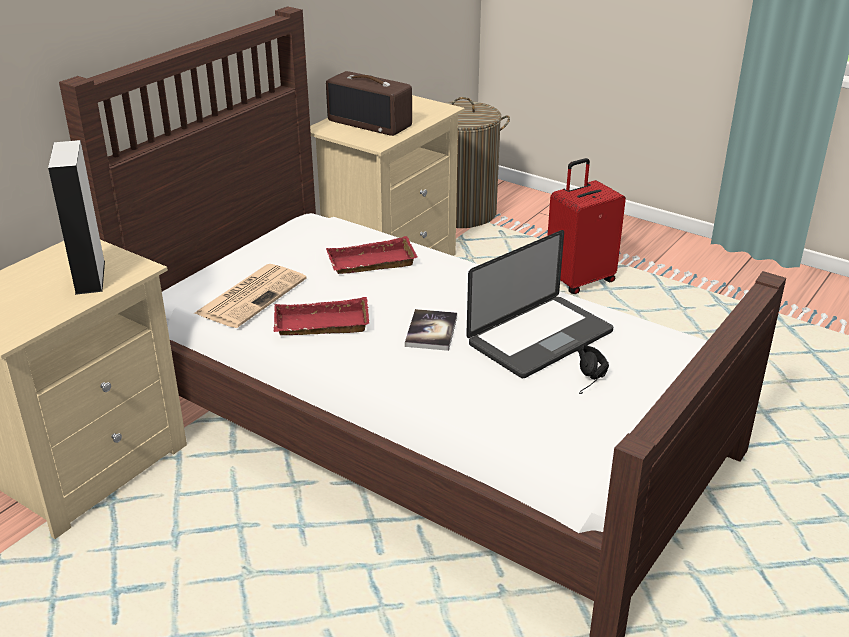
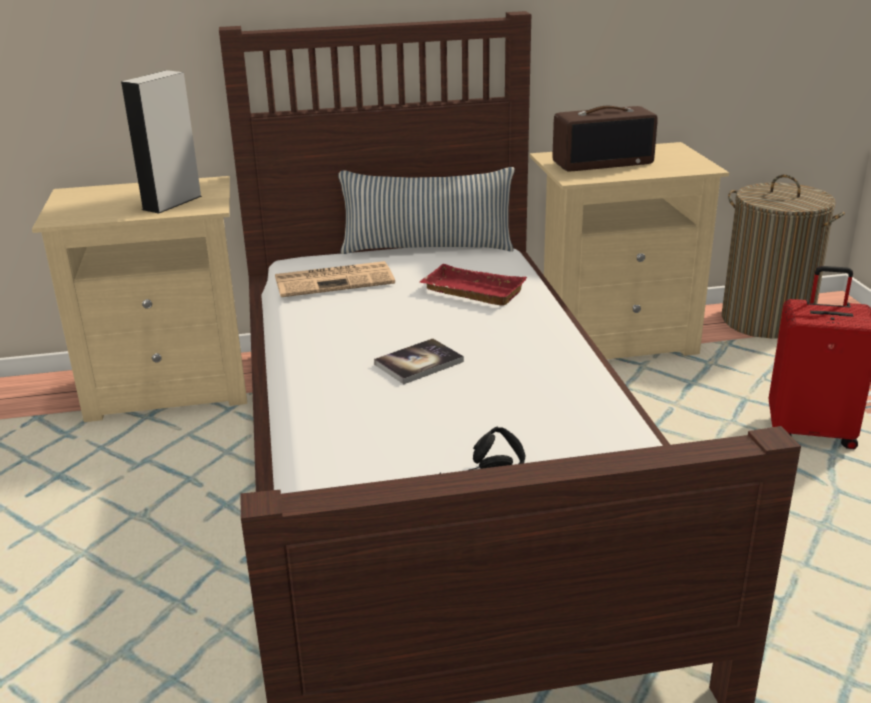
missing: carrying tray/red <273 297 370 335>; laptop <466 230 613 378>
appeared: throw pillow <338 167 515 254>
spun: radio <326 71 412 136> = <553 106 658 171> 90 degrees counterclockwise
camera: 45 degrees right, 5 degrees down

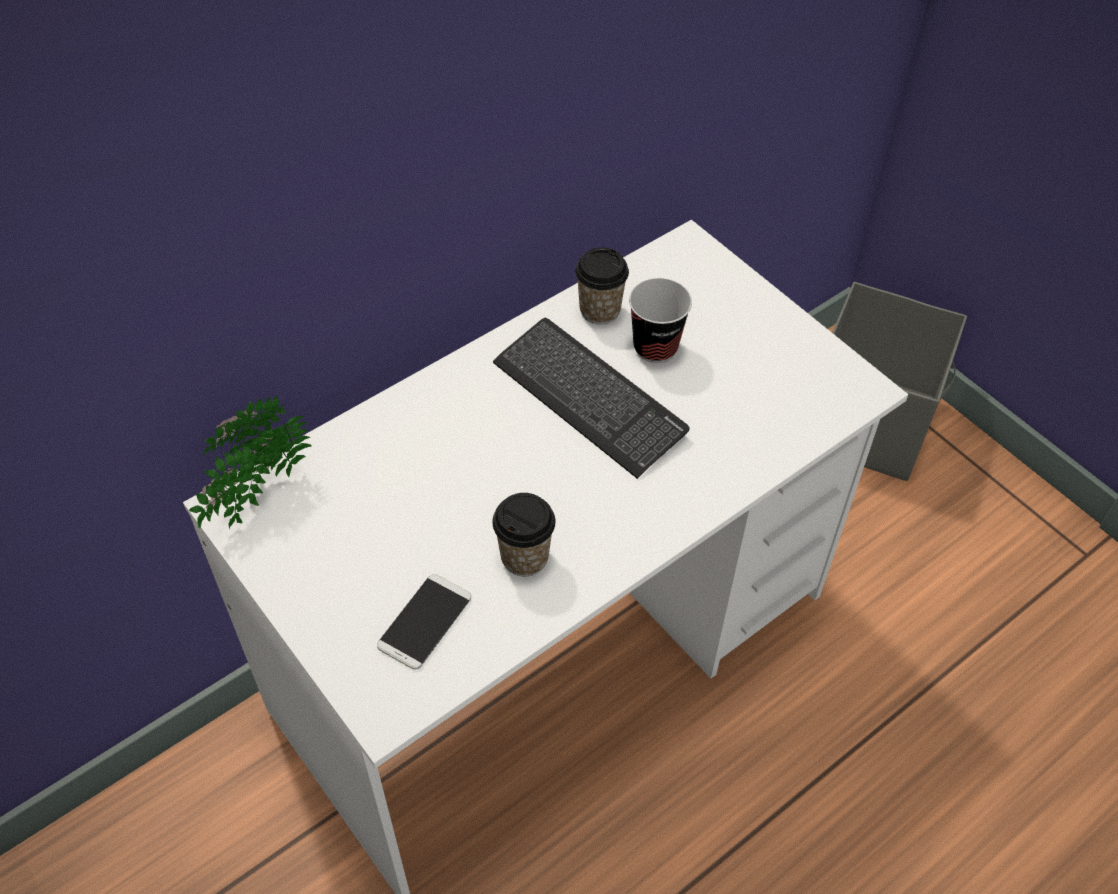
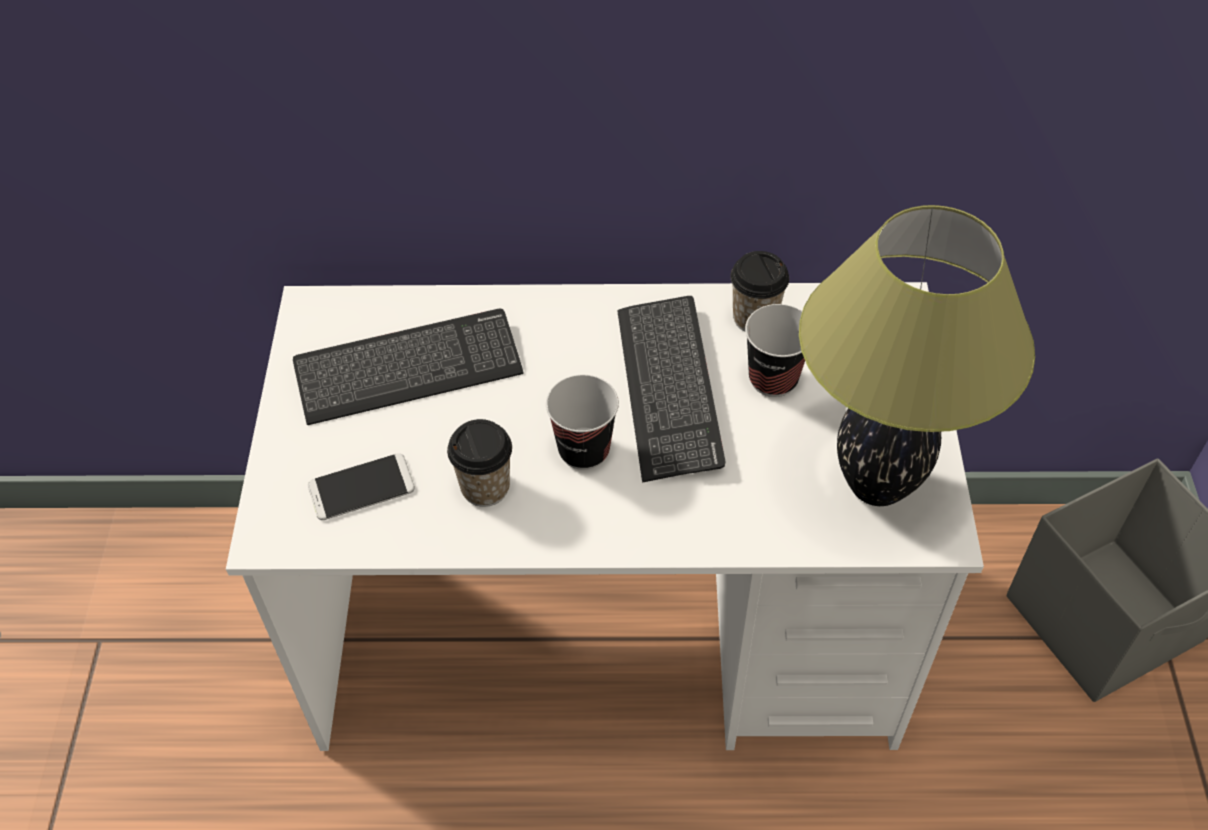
missing: plant in a pot <189 396 311 530>
appeared: computer keyboard <293 309 524 425>; cup <546 375 619 470>; table lamp <799 205 1035 506>
camera: 40 degrees right, 0 degrees up

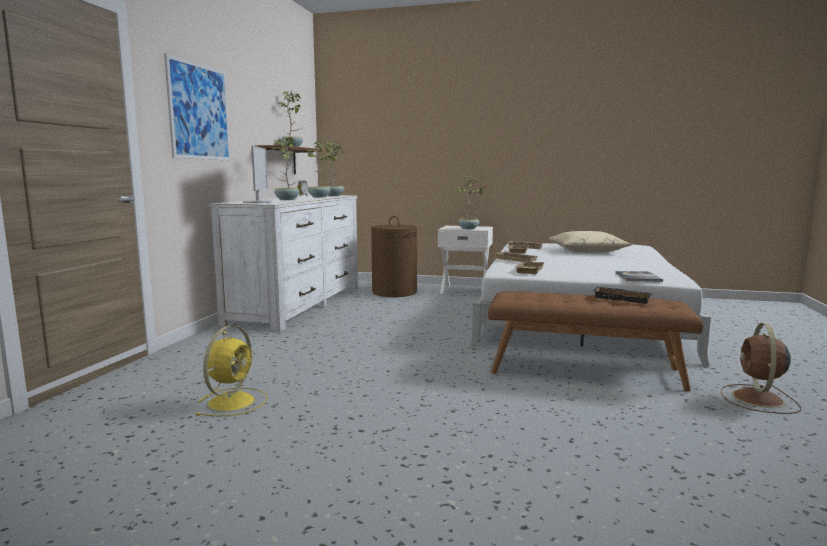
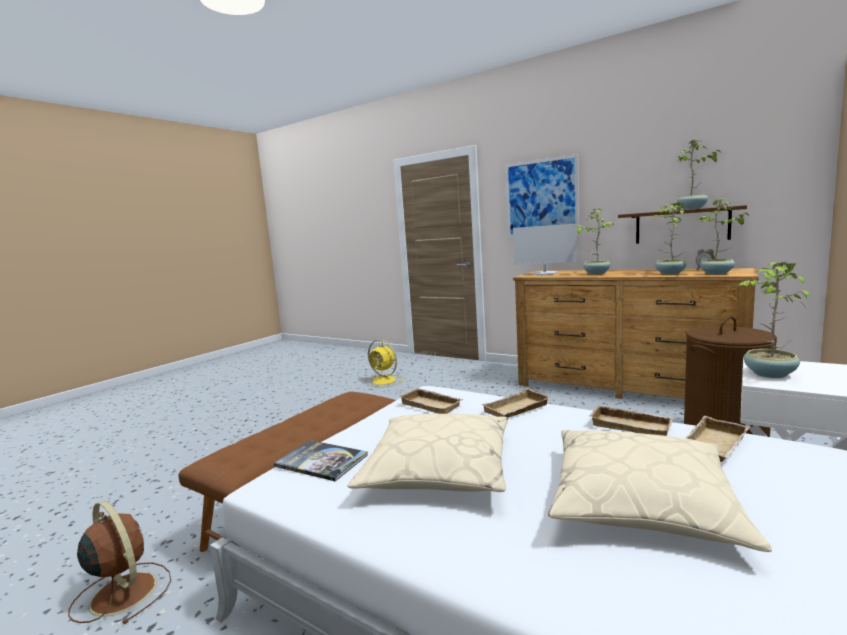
missing: carrying tray/black-coloured <594 286 652 304>
appeared: throw pillow/beige <348 414 508 492>
colour: drawer chest/whitish <208 195 358 332> to drawer chest/brown <513 268 759 399>
camera: 110 degrees right, 0 degrees up

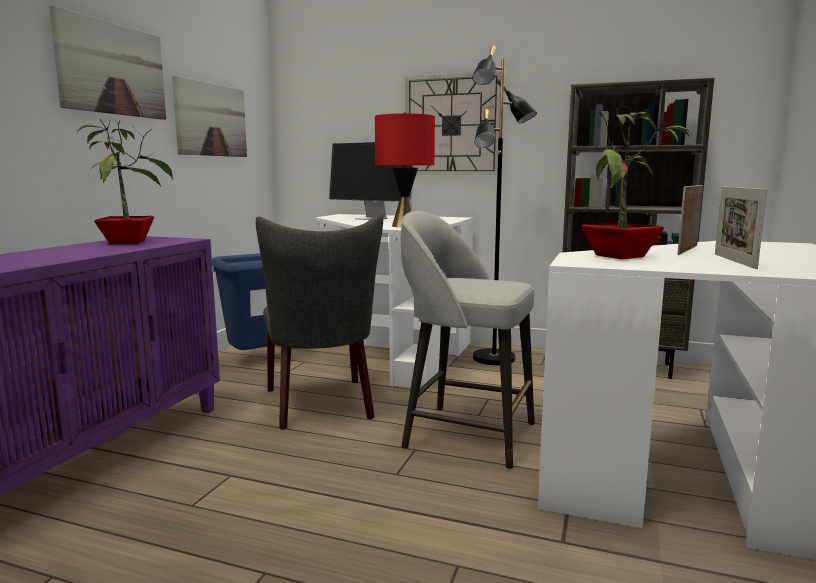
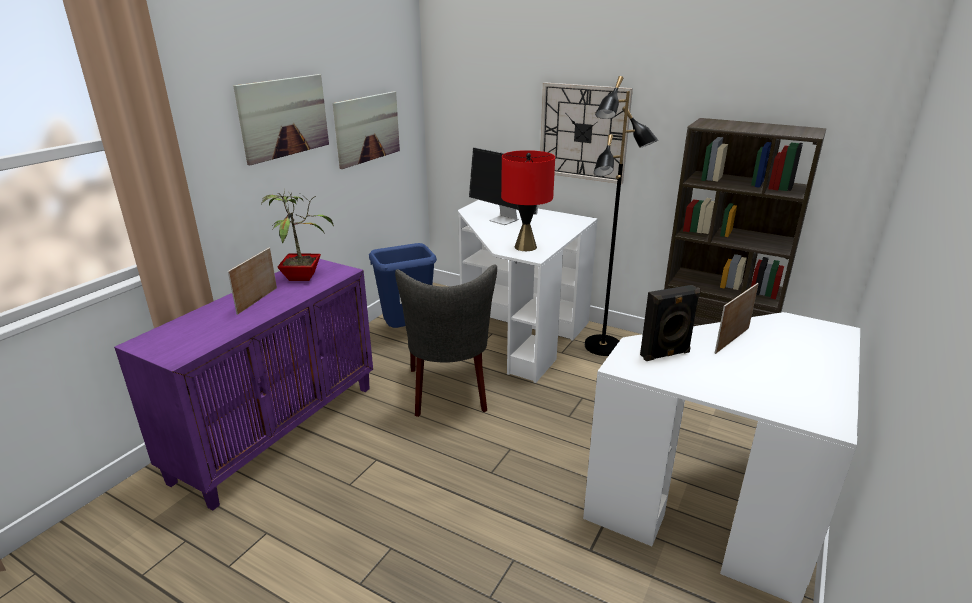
missing: stool seat/grey <400 211 535 469>
relocated: picture frame <715 186 767 269> to <228 247 277 315>
exchanged: plant in a pot <581 102 692 259> to audio speaker/black-coloured <640 285 701 361>
camera: 10 degrees right, 15 degrees up

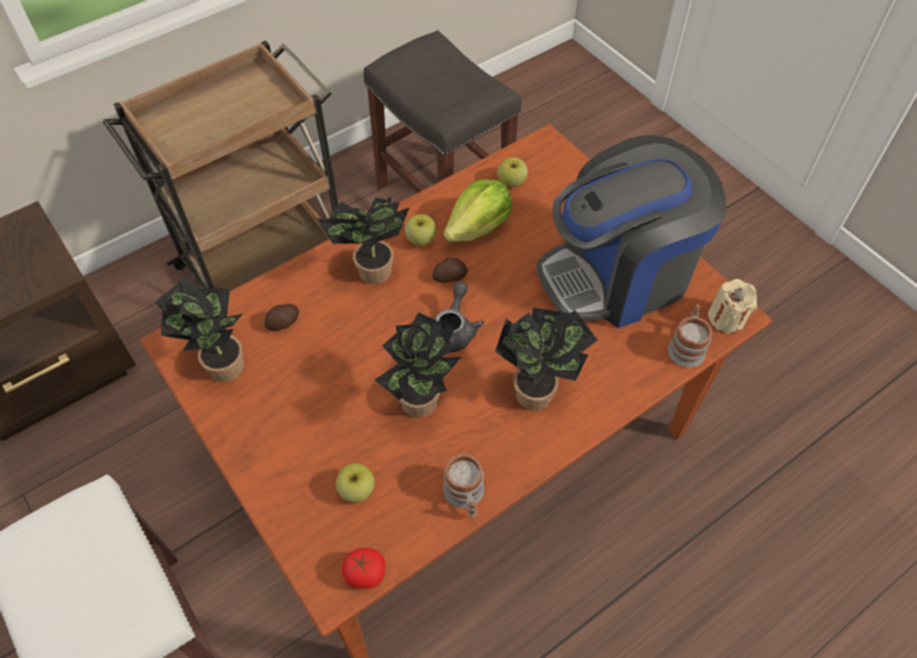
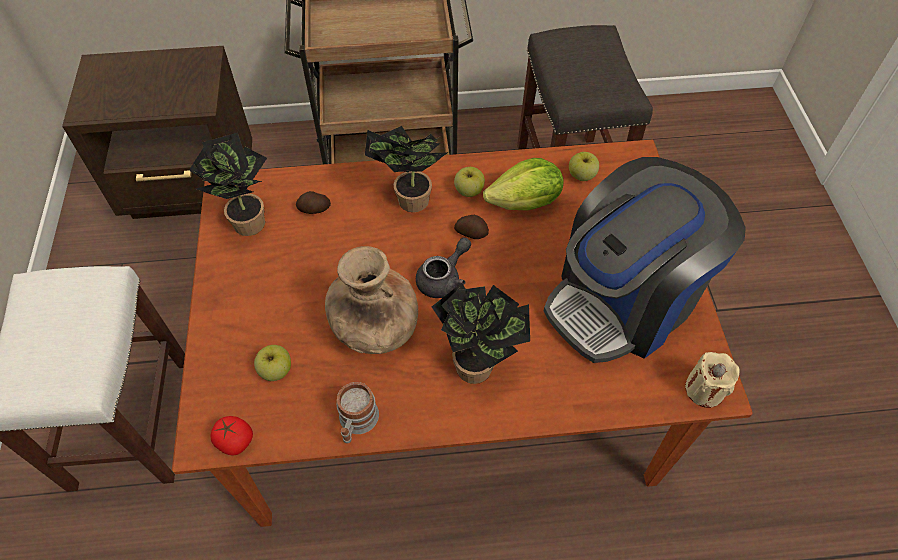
missing: tea mug <668 304 712 367>
exchanged: plant in a pot <375 312 461 418> to vase/brown <325 246 418 354>
spun: coffee machine <536 135 726 328> = <544 157 746 363> 45 degrees counterclockwise
camera: 30 degrees right, 0 degrees up

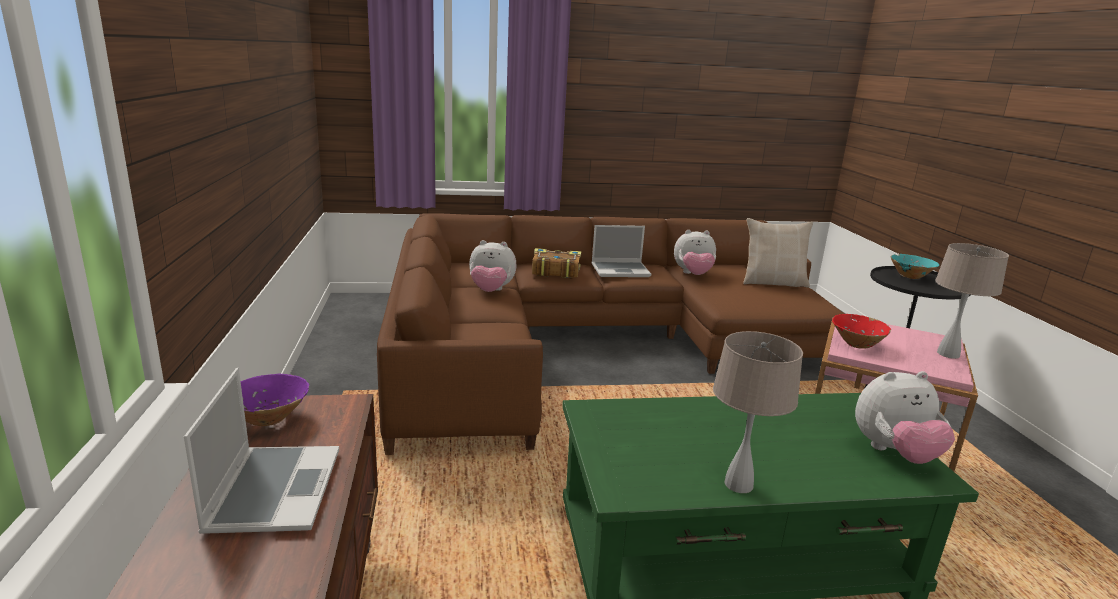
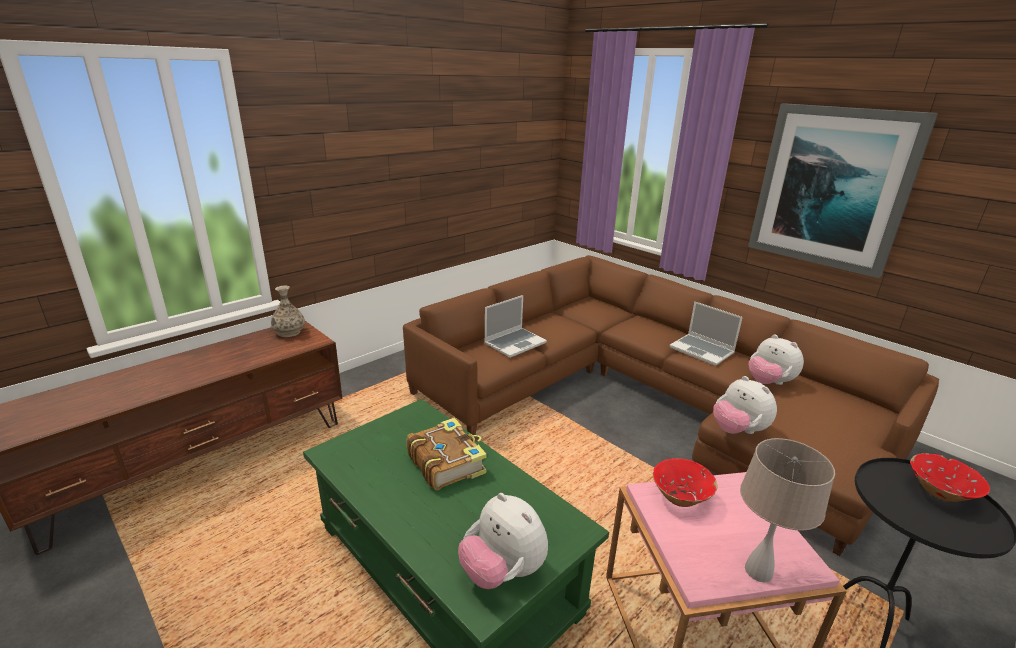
missing: table lamp/beige <713 331 803 493>; throw pillow/beige <743 218 813 288>
appeared: wall picture <748 103 938 278>
relocated: bound book <532 248 581 279> to <407 418 487 490>; laptop <184 368 339 534> to <484 295 547 358>; soft toy <469 240 516 292> to <713 376 777 434>
exchanged: deep dish/purplish <241 374 309 426> to vase <271 286 305 337>
colour: deep dish/blue-green <891 254 939 279> to deep dish/red <910 453 990 502>
camera: 55 degrees right, 5 degrees up

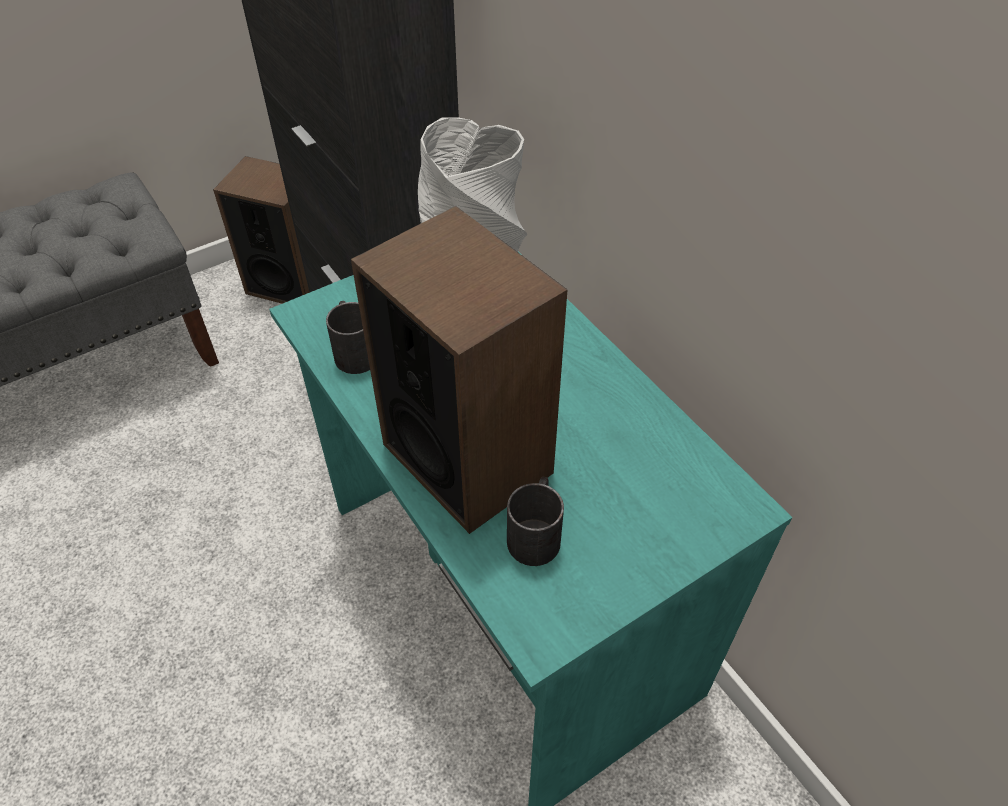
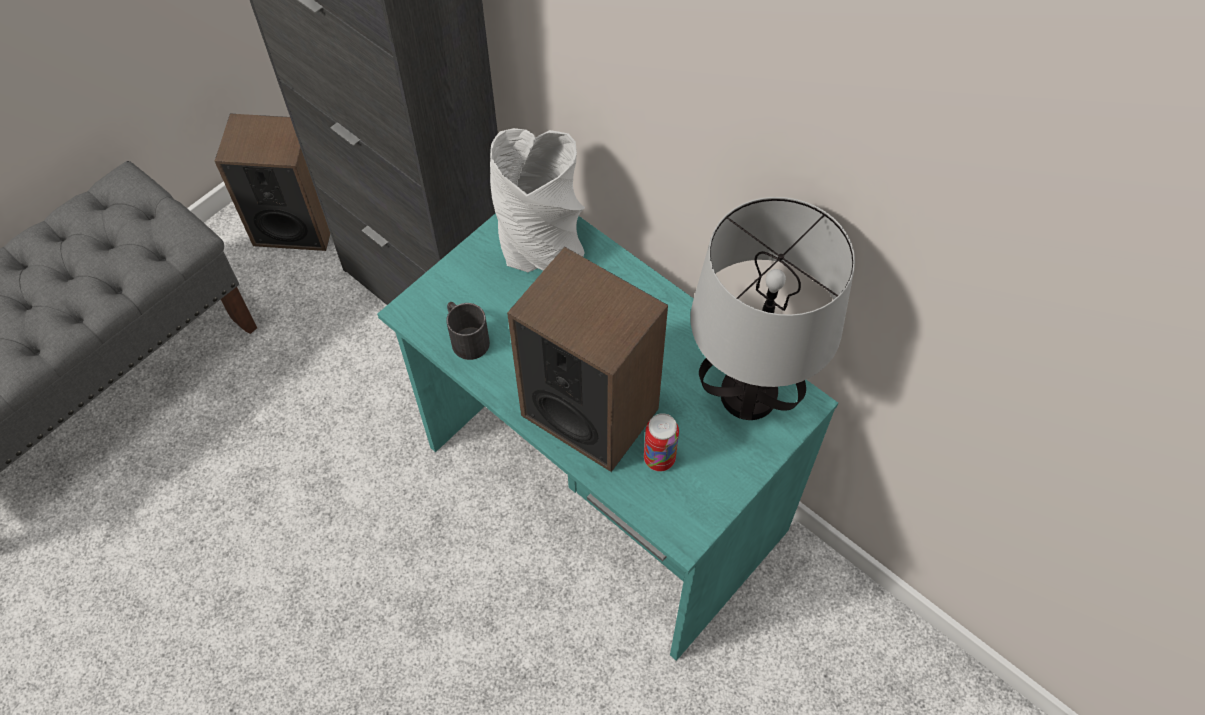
appeared: table lamp <691 197 855 420>
exchanged: tea mug/black-coloured <507 477 564 566> to sealed can <644 413 679 472>
camera: 15 degrees left, 10 degrees up

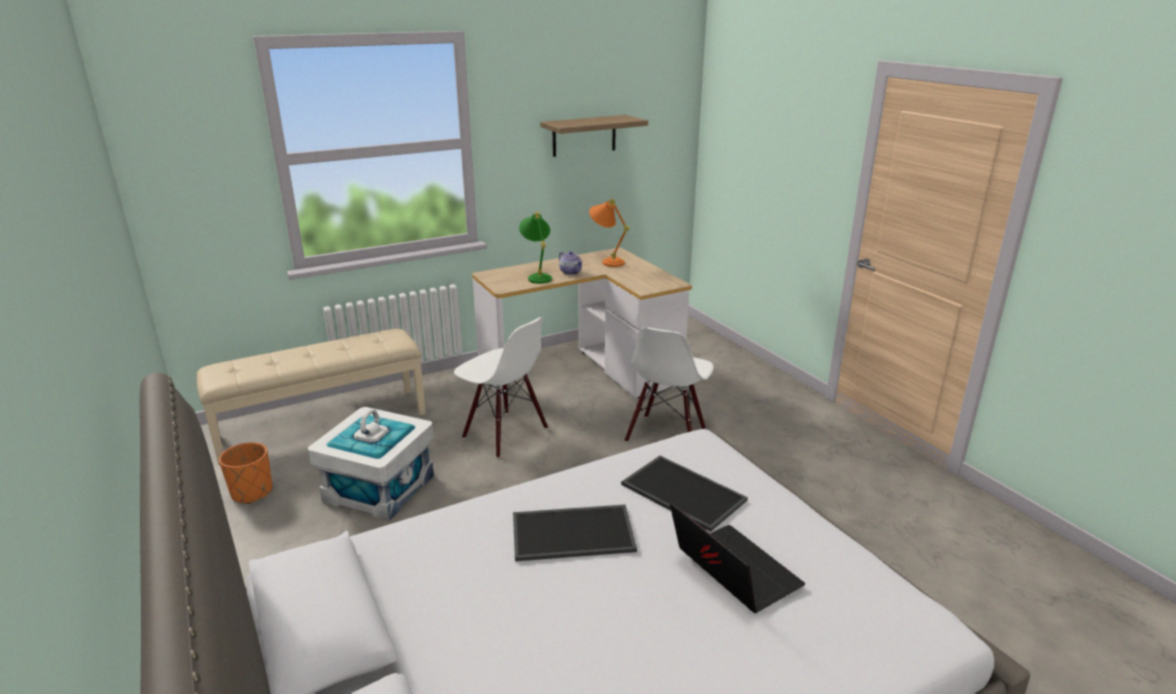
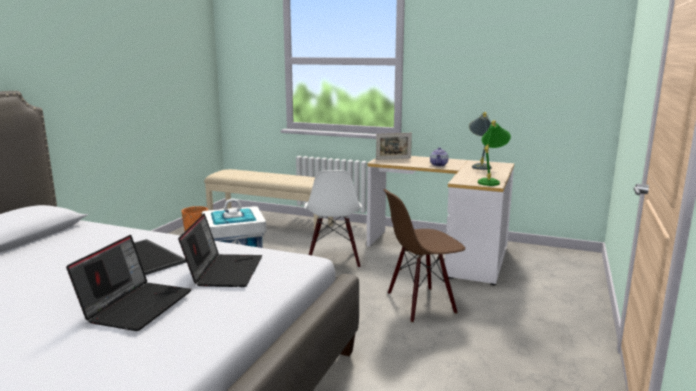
missing: shelf <540 115 648 157>
appeared: picture frame <376 133 412 160>
relocated: table lamp/green-coloured <519 212 552 284> to <478 120 511 186>
exchanged: carrying tray <621 456 748 532> to laptop <178 213 262 287>
colour: chair/whitish <625 327 714 442> to chair/brown <383 189 465 322>; table lamp/orange-coloured <589 199 629 267> to table lamp/grey <469 112 492 170>
camera: 50 degrees right, 10 degrees down

